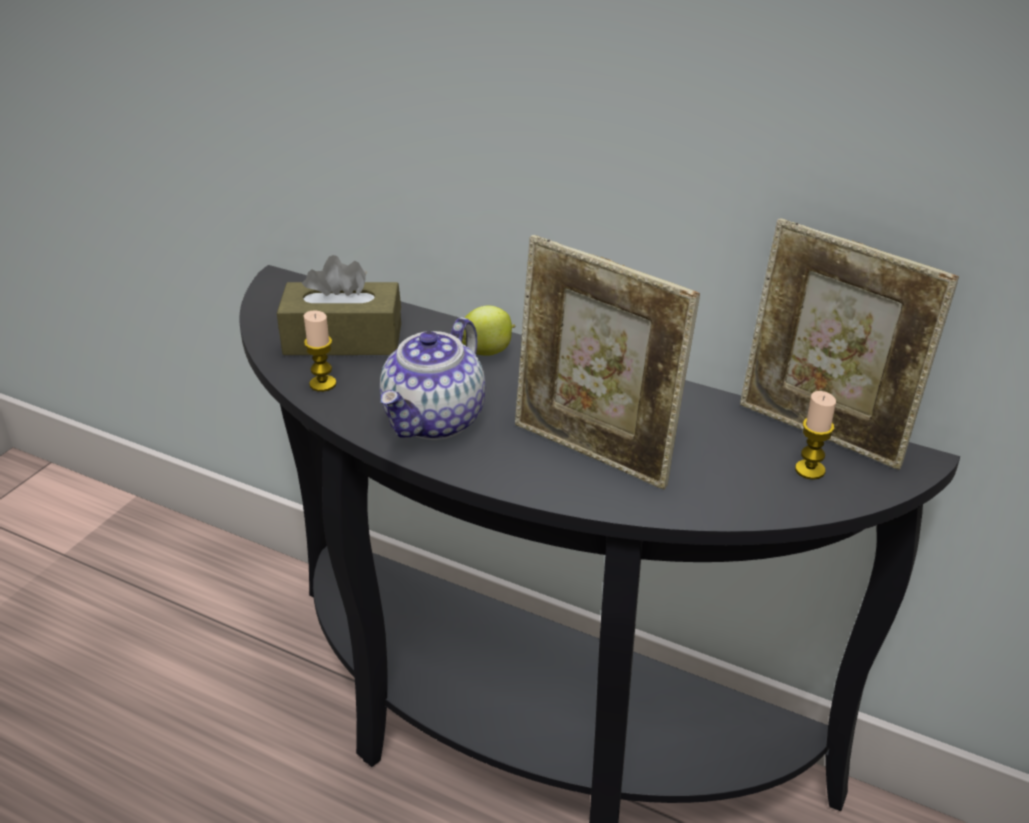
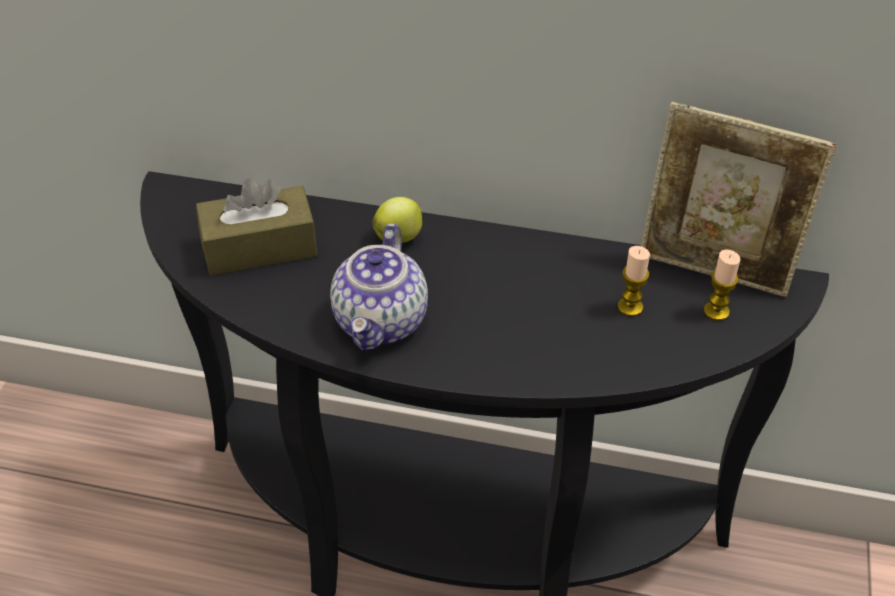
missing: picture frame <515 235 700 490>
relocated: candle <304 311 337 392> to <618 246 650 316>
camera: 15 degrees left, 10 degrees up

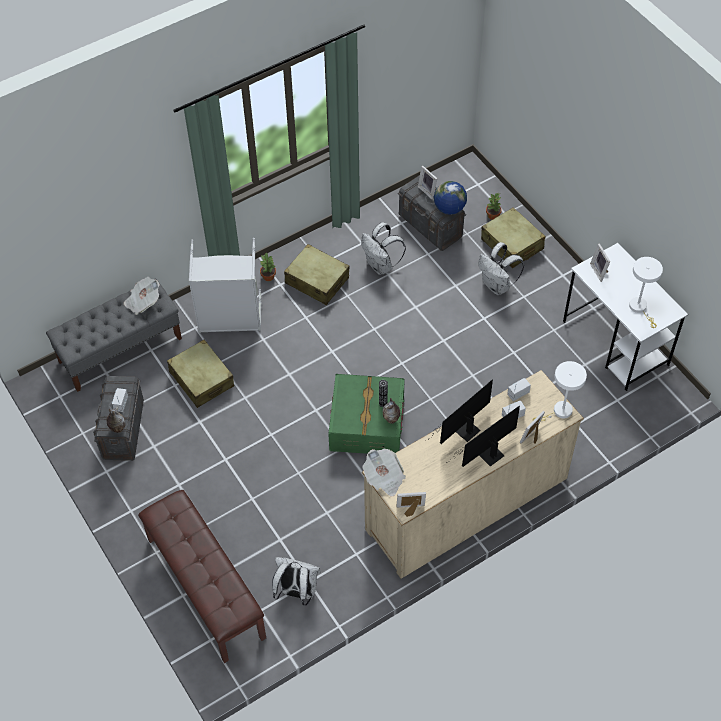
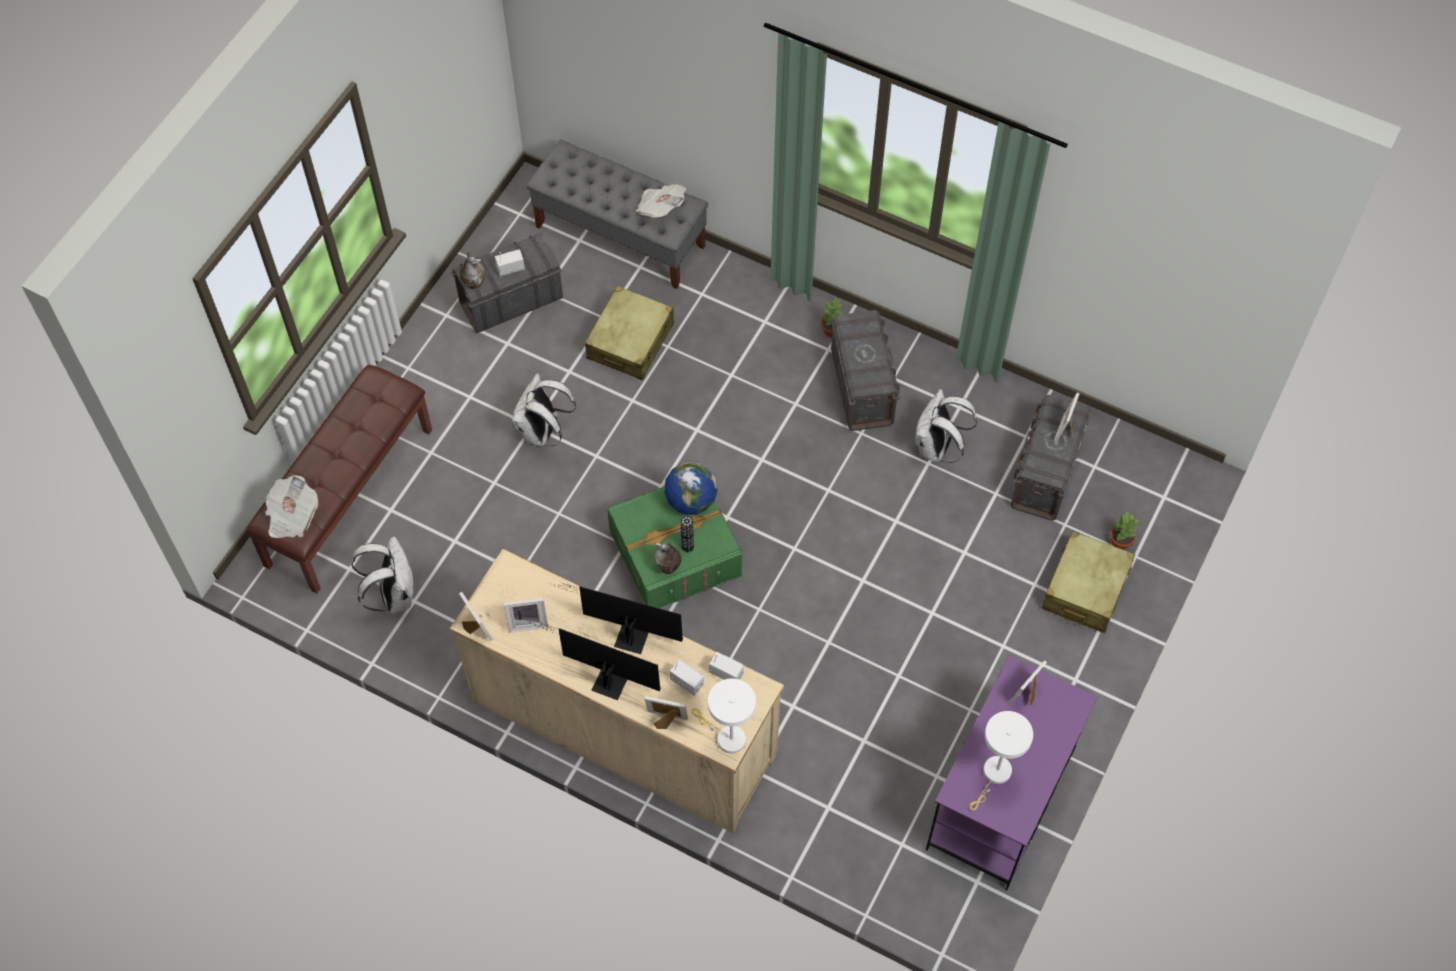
missing: washing basket/grey <189 238 262 333>
appeared: picture frame <503 598 549 633>
relocated: daily paper <363 449 406 497> to <265 475 318 538>; backpack/whitish <478 242 524 295> to <512 373 576 446>; globe <434 181 467 215> to <664 462 718 515>
exchanged: suitcase/beige <284 244 349 305> to storage bin/grey <831 310 900 431>
colour: desk table/whitish <563 243 688 391> to desk table/purplish <926 655 1098 890>
camera: 60 degrees right, 5 degrees up

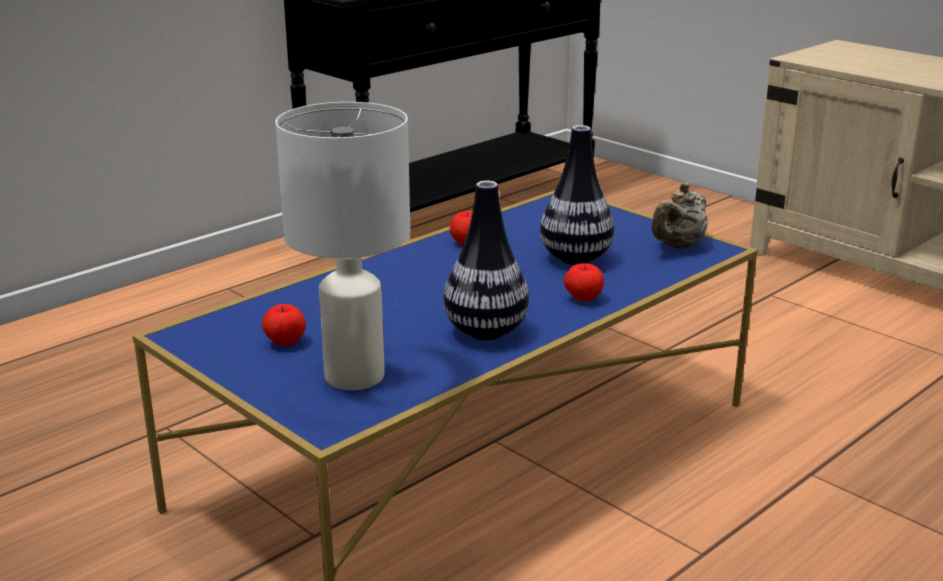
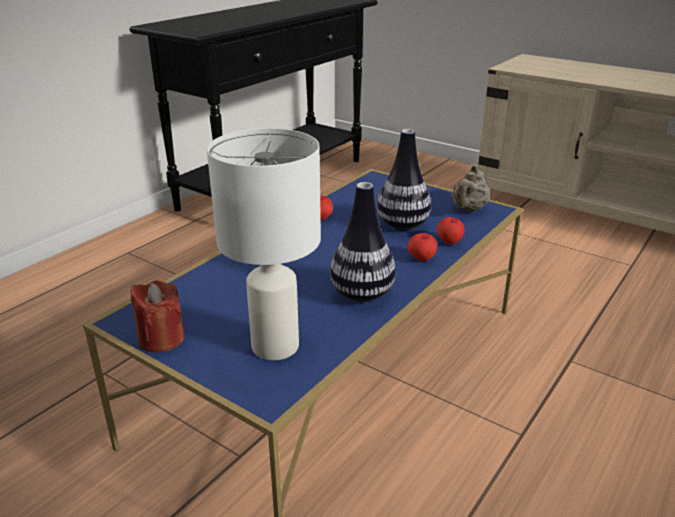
appeared: candle/red <130 280 184 353>
relocated: whole apple <262 304 306 346> to <437 217 465 245>
camera: 10 degrees left, 5 degrees up

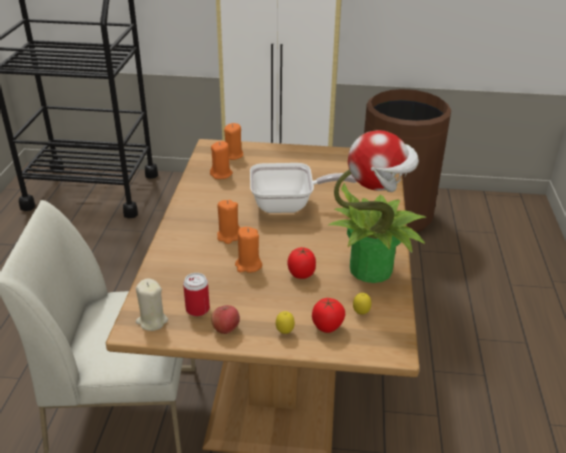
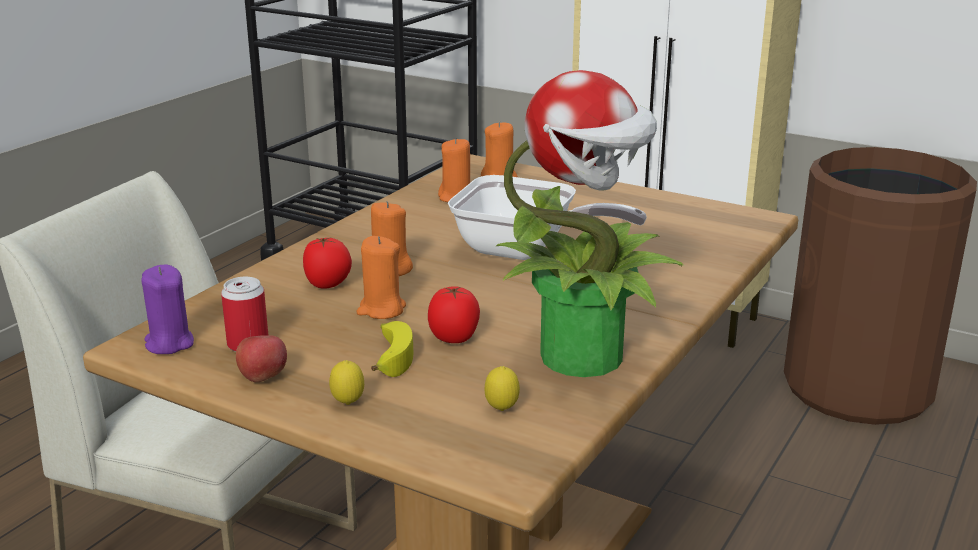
appeared: banana <371 321 413 377>
relocated: whole tomato <312 298 345 333> to <303 237 352 289>
colour: candle/beige <136 278 168 331> to candle/purplish <141 265 194 354>
camera: 25 degrees right, 10 degrees down

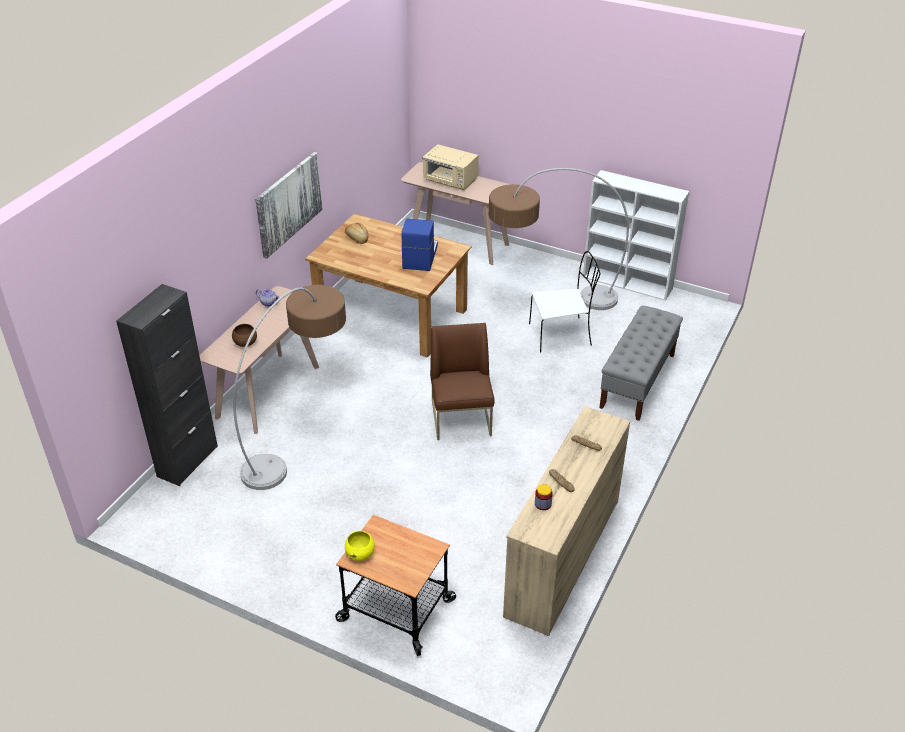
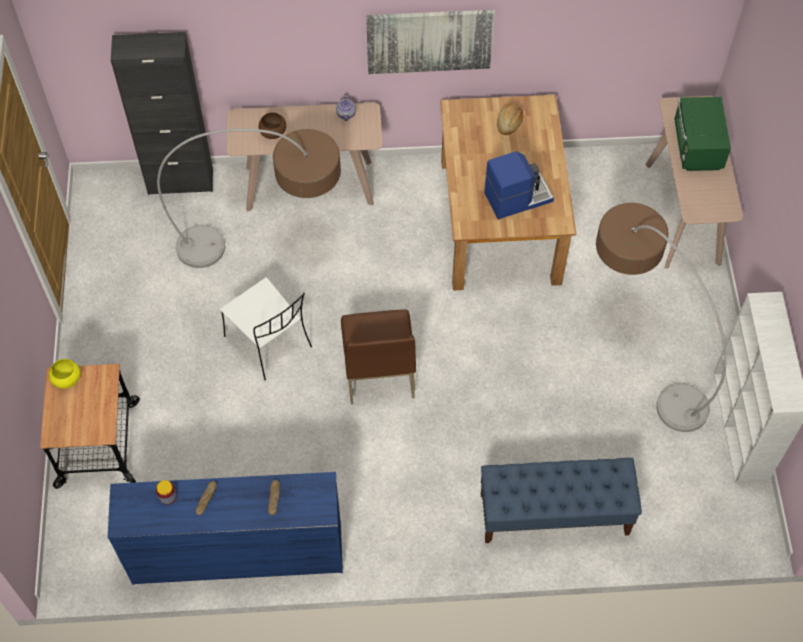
relocated: chair/whitish <529 251 600 353> to <220 277 312 380>
colour: drawer chest/beige <503 406 630 636> to drawer chest/bluish <108 472 343 585>; long seat/grey <599 306 683 421> to long seat/bluish <481 458 642 543>; microwave/beige <422 144 478 191> to microwave/green-coloured <674 97 731 171>
spun: chair/brown <430 323 495 440> = <341 309 416 404> 120 degrees clockwise
camera: 60 degrees right, 20 degrees up

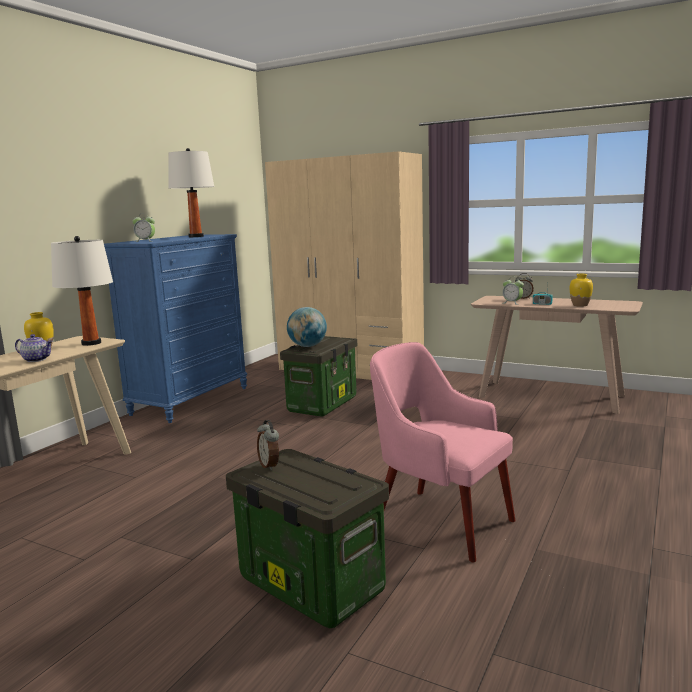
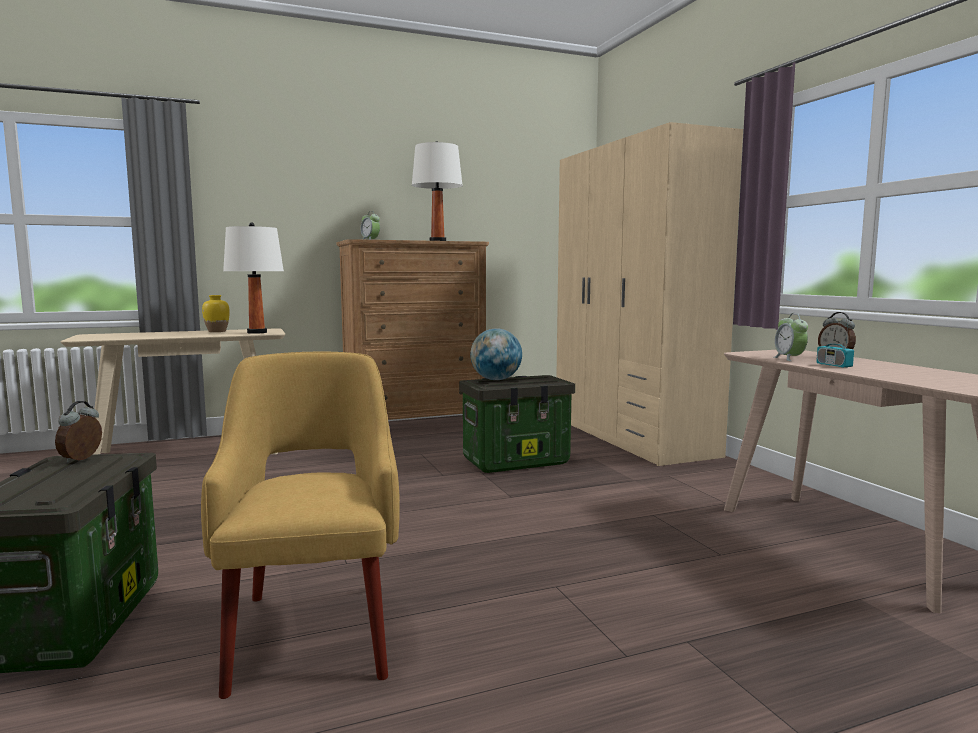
missing: pot for tea <15 334 53 362>; vase/yellow <570 274 593 307>
colour: lounge chair/pinkish <370 342 515 562> to lounge chair/yellow <201 352 400 699>; drawer chest/bluish <104 234 247 423> to drawer chest/brown <337 239 489 420>
camera: 40 degrees right, 5 degrees down

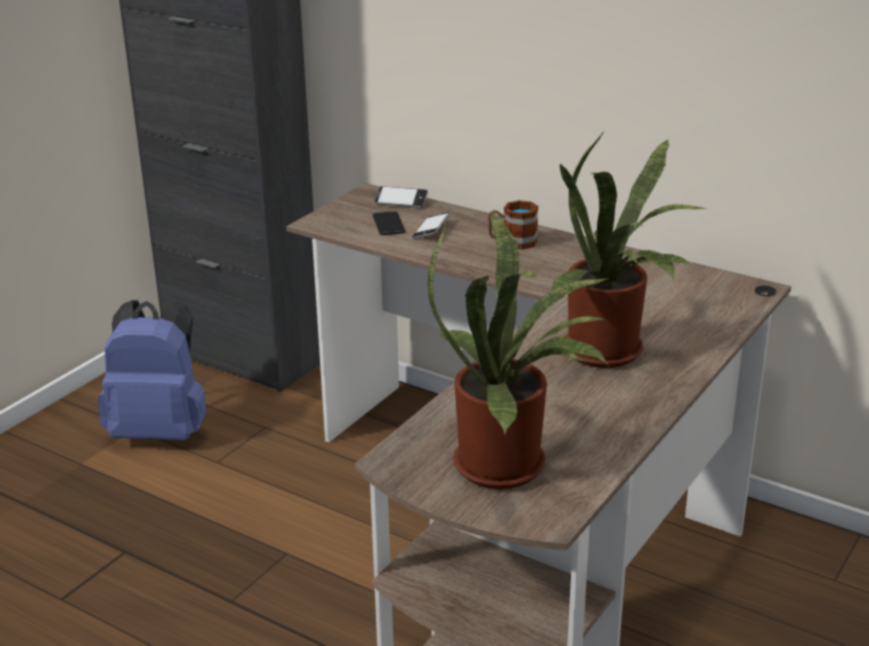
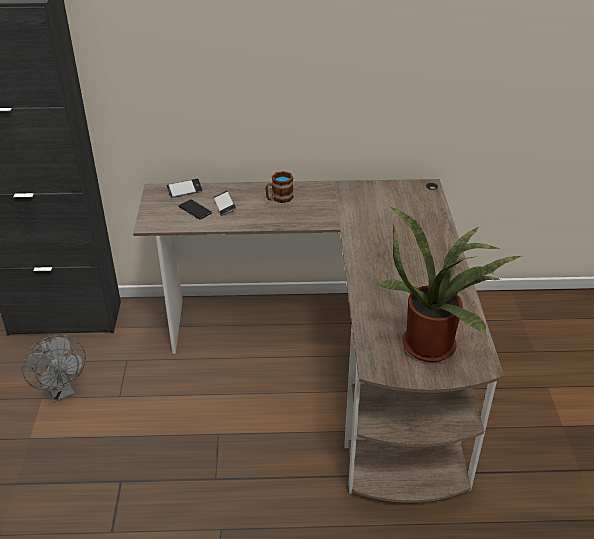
missing: plant in a pot <551 132 709 368>
exchanged: backpack/bluish <98 300 207 440> to fan/grey <22 335 86 402>
camera: 35 degrees left, 10 degrees up

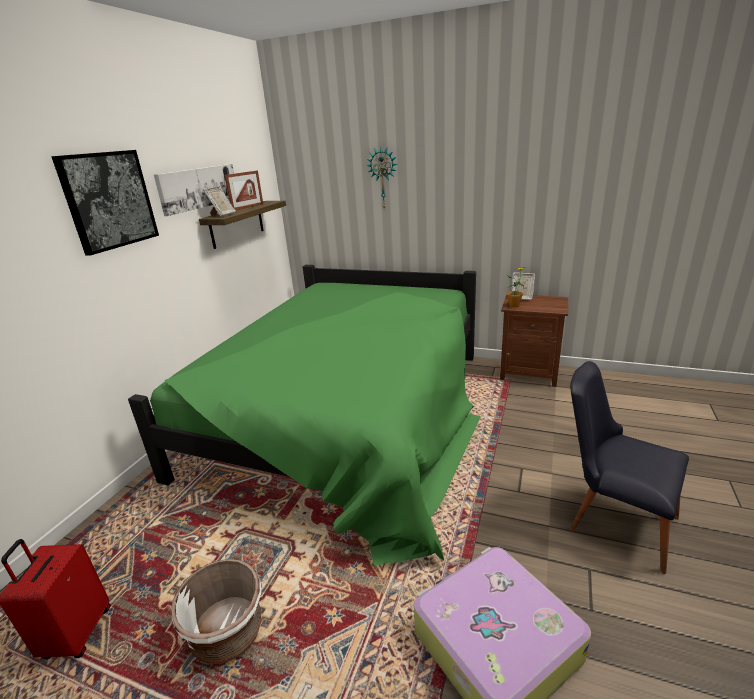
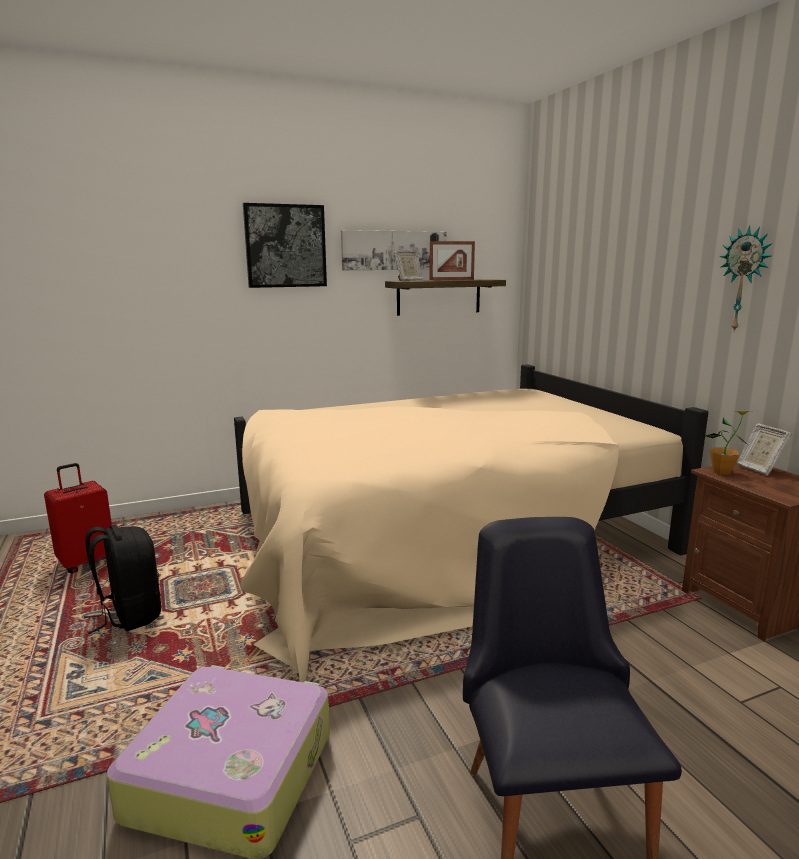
relocated: hanging clock <366 148 397 209> to <720 225 772 331>
exchanged: flower pot/whitish <172 559 261 664> to backpack/black-coloured <84 524 161 634>
colour: bedroom bed/green-coloured <128 265 481 566> to bedroom bed/beige <234 364 708 682>
camera: 45 degrees right, 10 degrees down

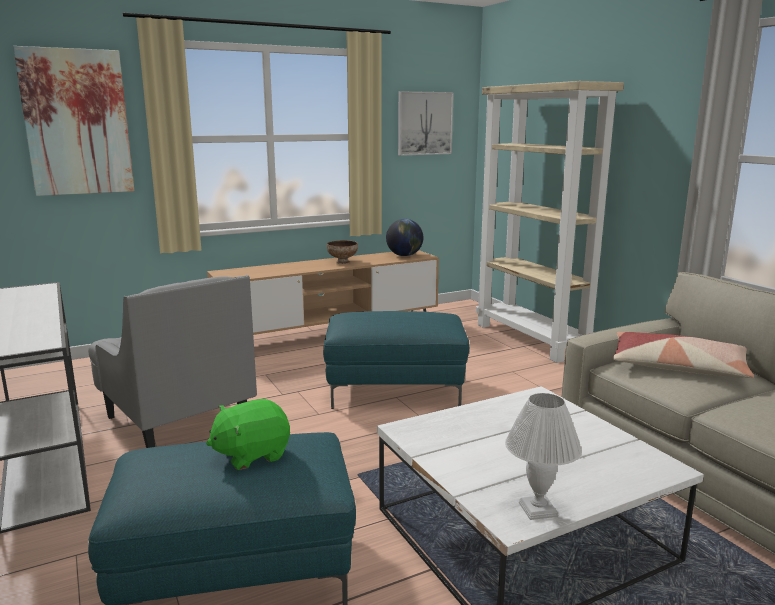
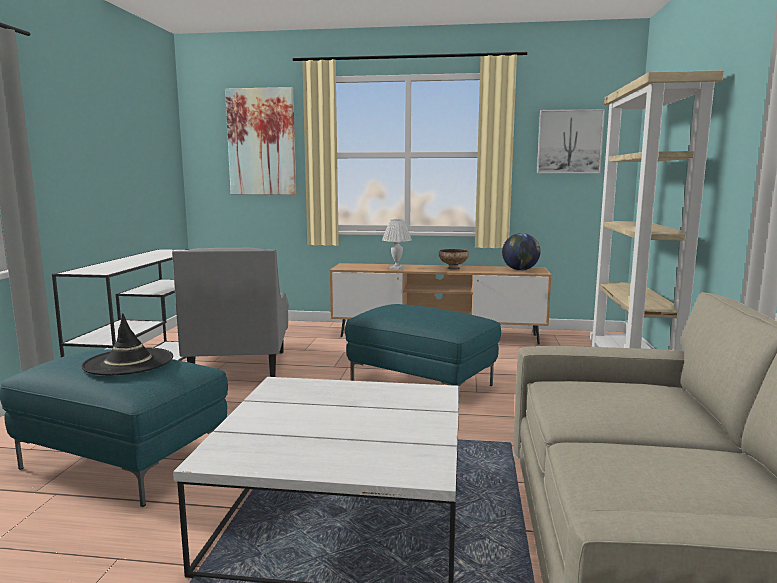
missing: throw pillow <613 332 754 378>
relocated: table lamp/whitish <505 393 582 520> to <382 220 412 270>
exchanged: soft toy/green-coloured <206 399 290 470> to clothing hat/black-coloured <81 313 173 375>
camera: 35 degrees right, 5 degrees down

